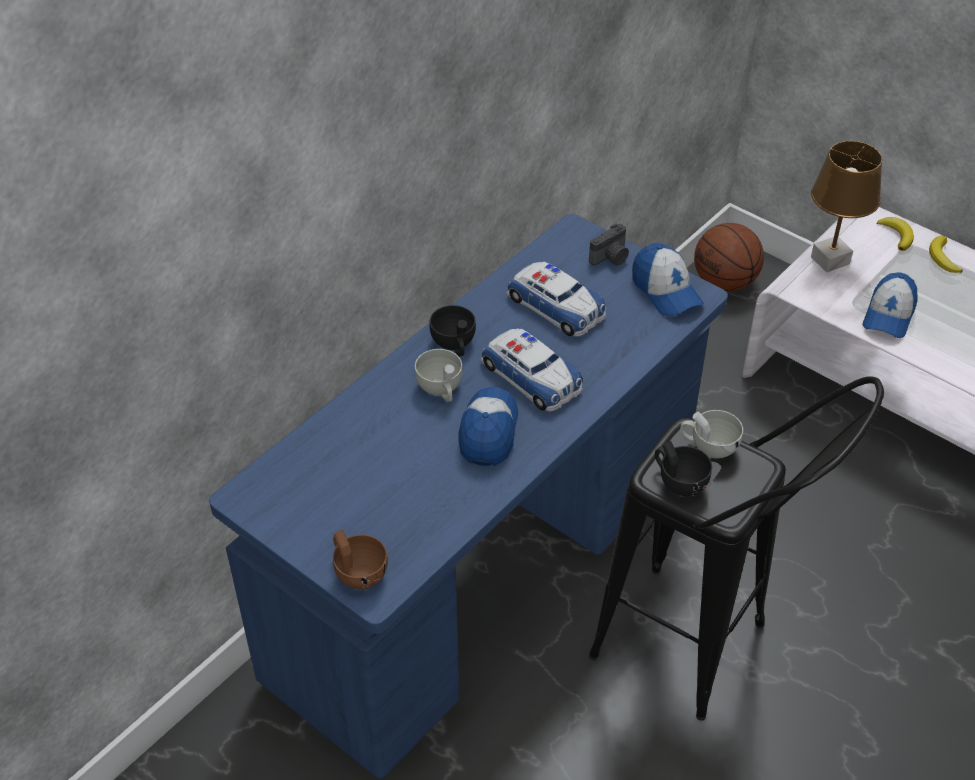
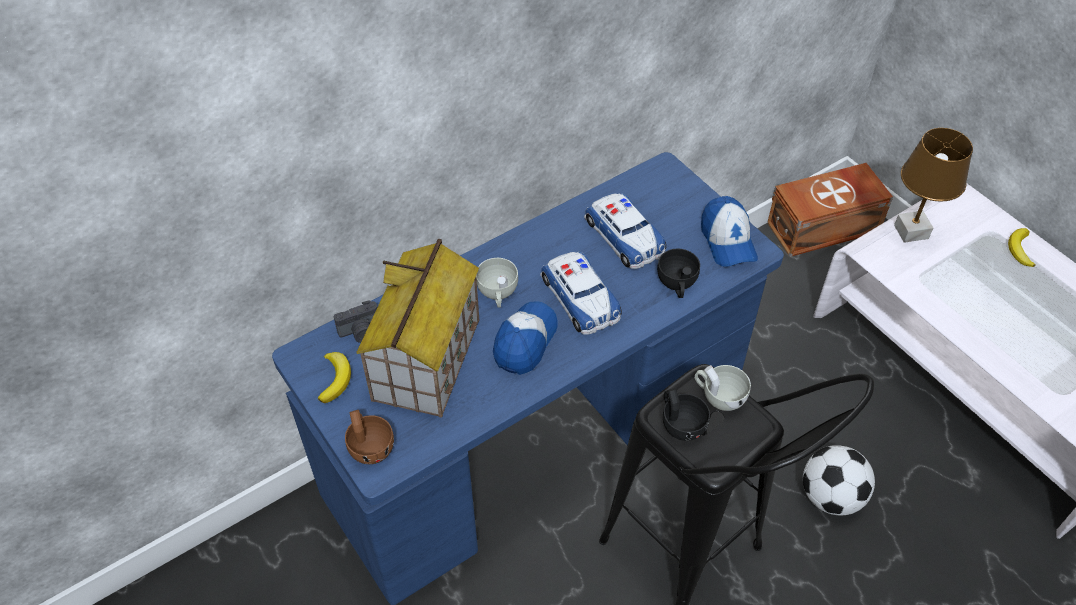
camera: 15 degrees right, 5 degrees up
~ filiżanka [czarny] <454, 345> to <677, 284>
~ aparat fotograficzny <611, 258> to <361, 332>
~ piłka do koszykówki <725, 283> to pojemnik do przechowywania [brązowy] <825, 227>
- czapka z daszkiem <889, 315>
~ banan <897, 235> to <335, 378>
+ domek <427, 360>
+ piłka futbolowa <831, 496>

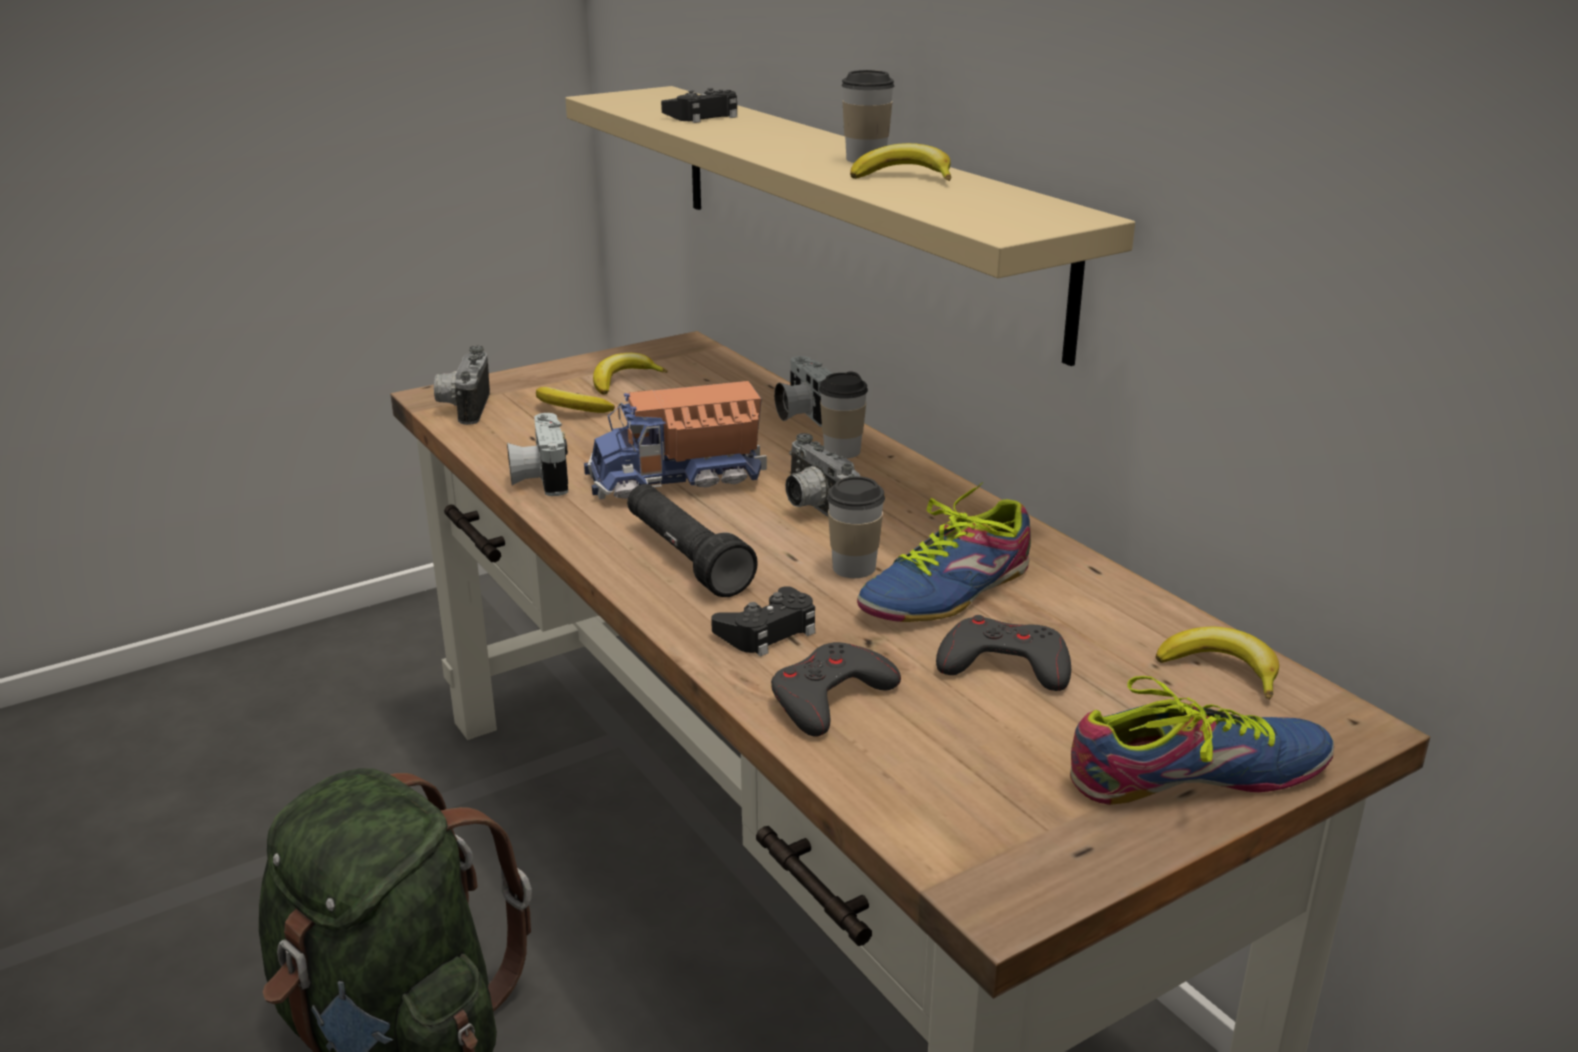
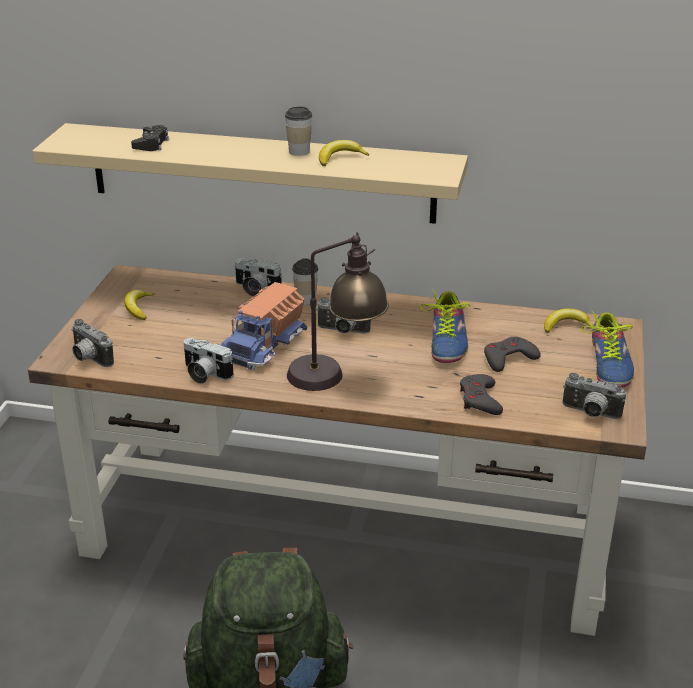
camera: 45 degrees left, 5 degrees up
- banan <570, 409>
~ latarka [czarny] <685, 558> to lampa stołowa <336, 377>
- pad do gier [czarny] <768, 631>
- filiżanka <854, 568>
~ but <1195, 775> = <610, 364> 150 degrees clockwise
+ aparat fotograficzny <590, 413>

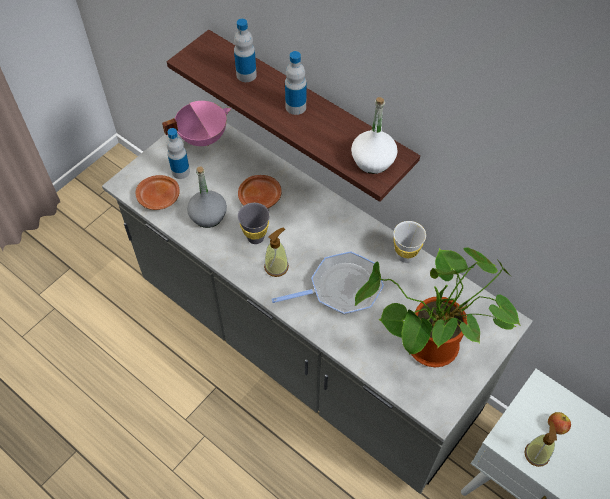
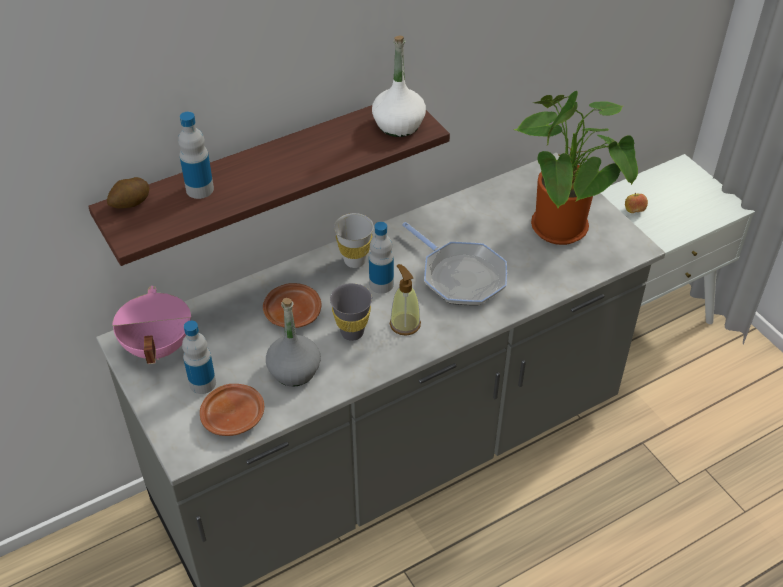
camera: 70 degrees left, 10 degrees down
~ patelnia <341, 288> = <460, 276> 135 degrees clockwise
~ butelka <295, 107> to <381, 284>
~ filiżanka [biały] <405, 255> to <354, 261>
- dozownik mydła <536, 454>
+ ziemniak <130, 203>

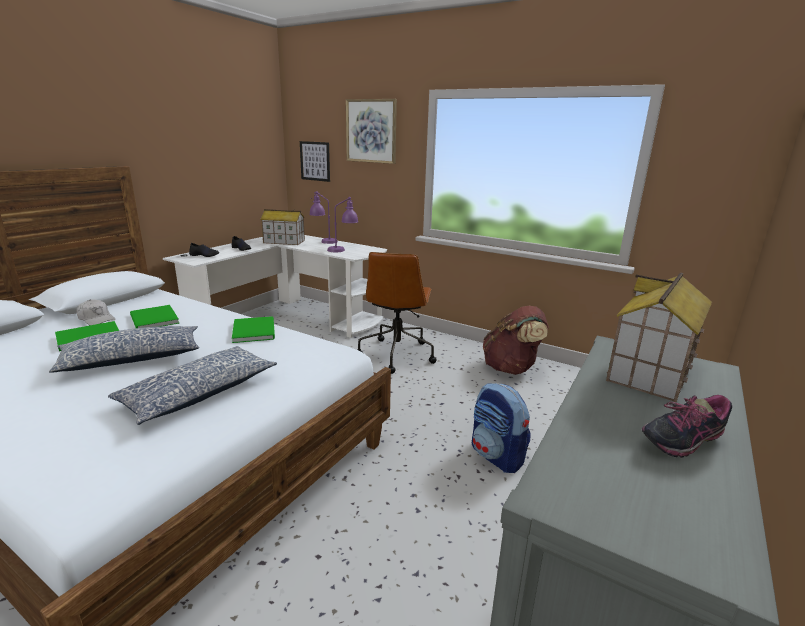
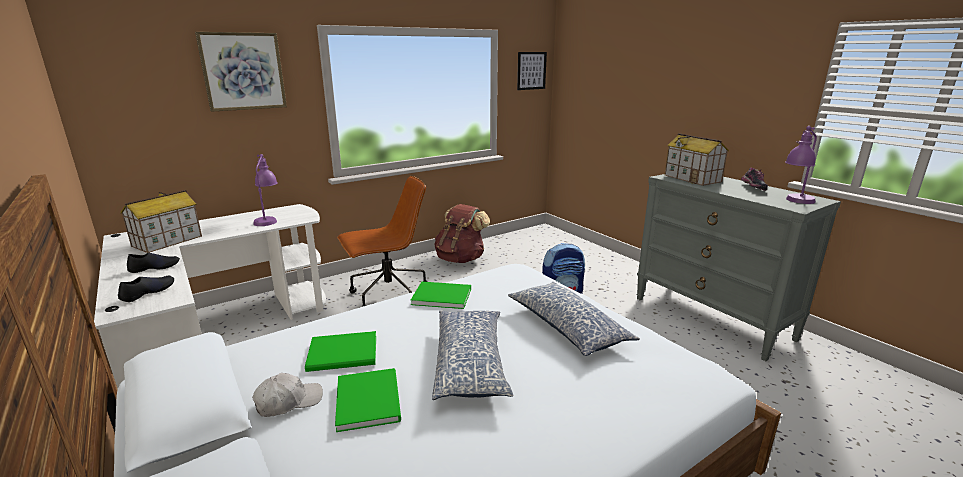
camera: 65 degrees left, 0 degrees up
~ obraz <315, 161> to <531, 70>
~ lampa stołowa [fioletowy] <323, 241> to <796, 202>
~ krzesło biurowe [brązowy] <396, 354> = <388, 295> 60 degrees counterclockwise

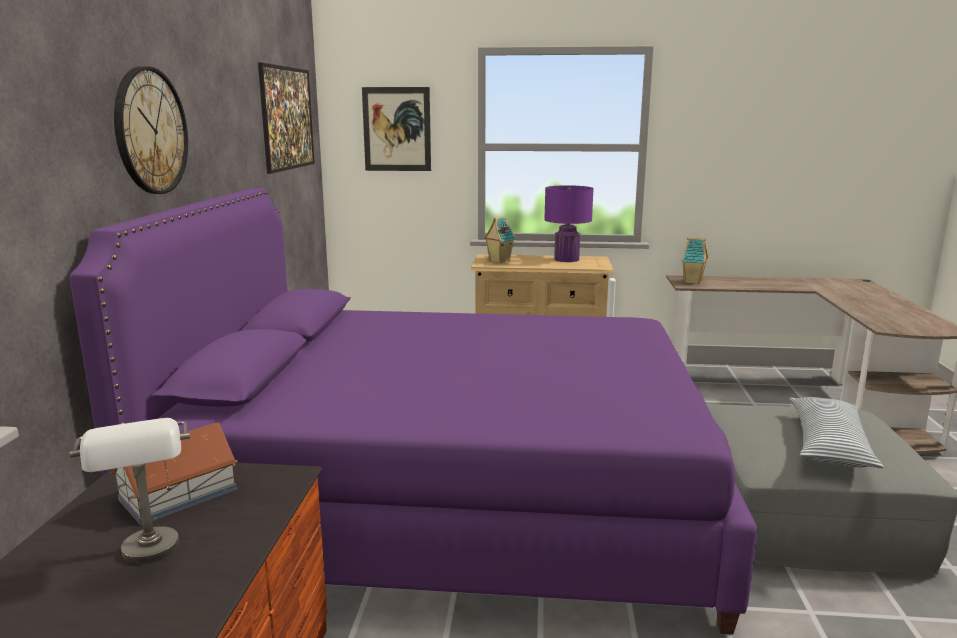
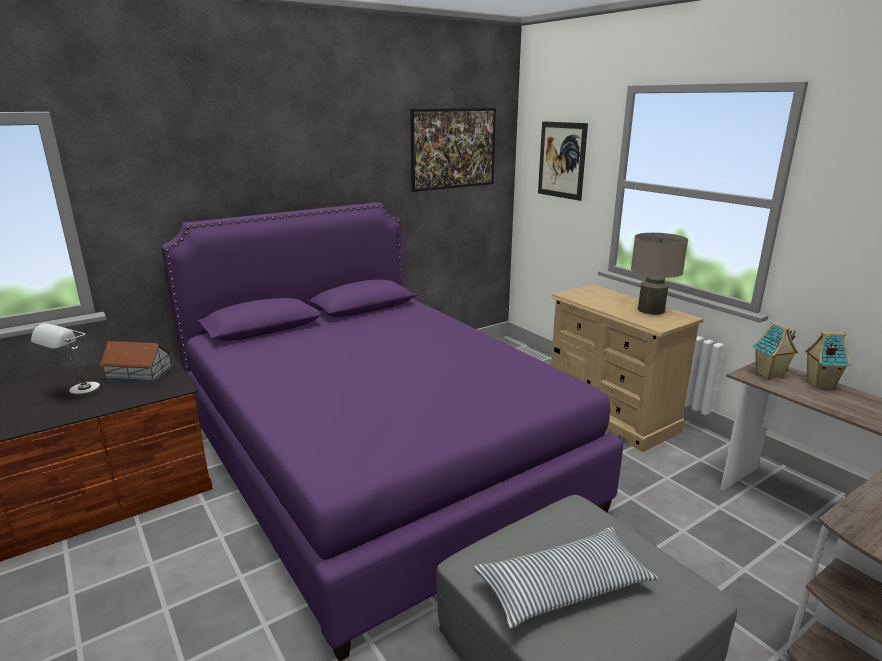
camera: 50 degrees right, 5 degrees up
- zegar ścienny <150, 131>
~ domek <499, 261> to <819, 384>
~ lampa stołowa [fioletowy] <566, 259> to lampa stołowa [beżowy] <651, 310>

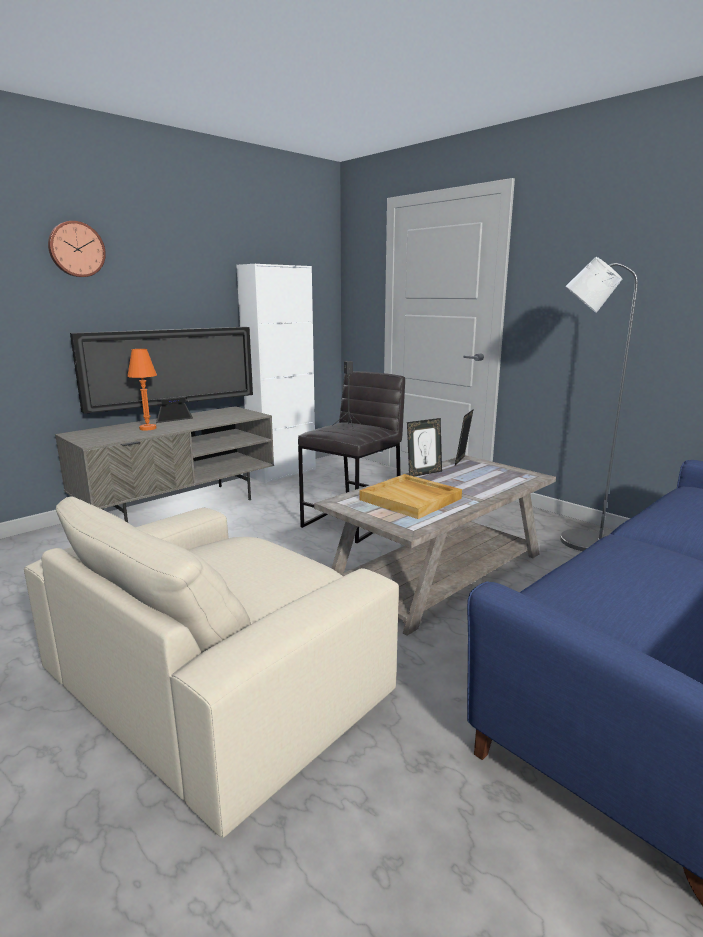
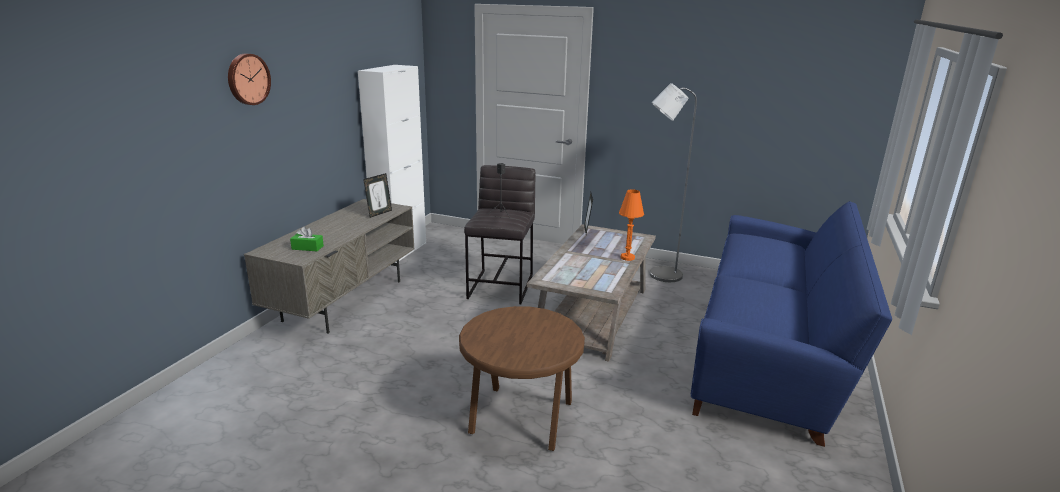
camera: 25 degrees left, 5 degrees up
~ fotel [beżowy] <217, 679> to stolik [brązowy] <520, 416>
- telewizor <175, 419>
~ lampa stołowa [pomarańczowy] <148, 428> to <627, 257>
- taca [beżowy] <411, 499>
~ ramka na zdjęcie <423, 473> to <379, 213>
+ pudełko chusteczek [zielony] <307, 247>

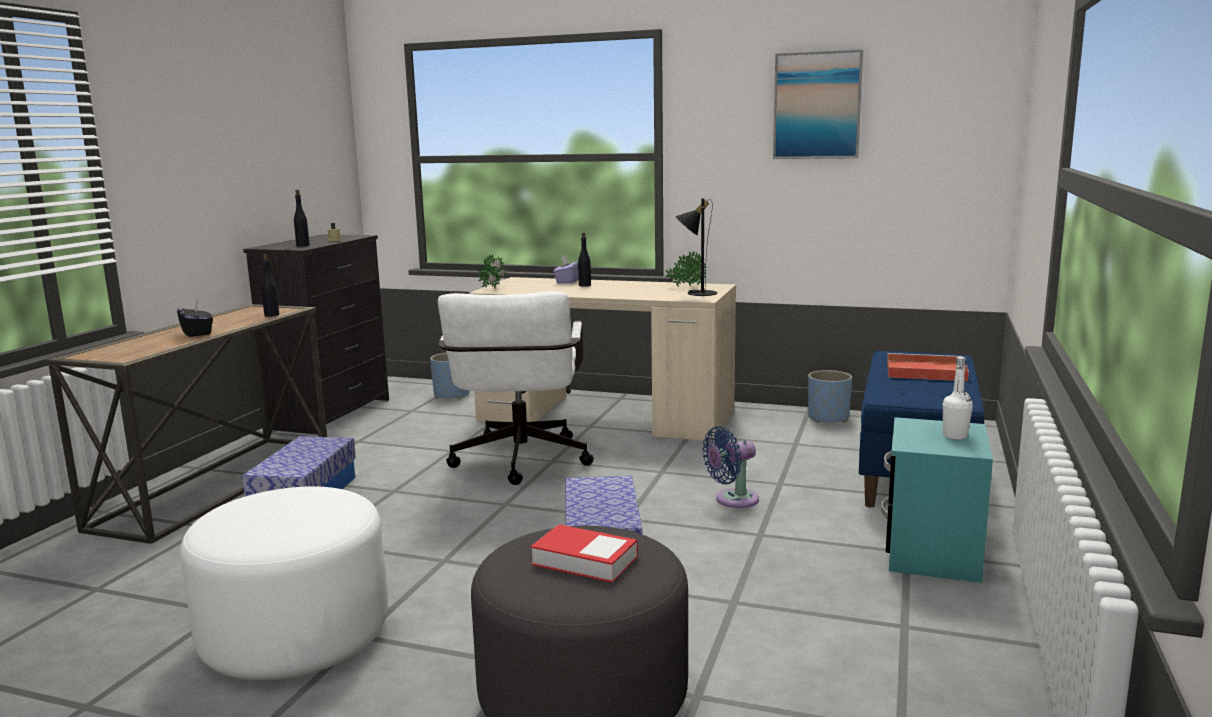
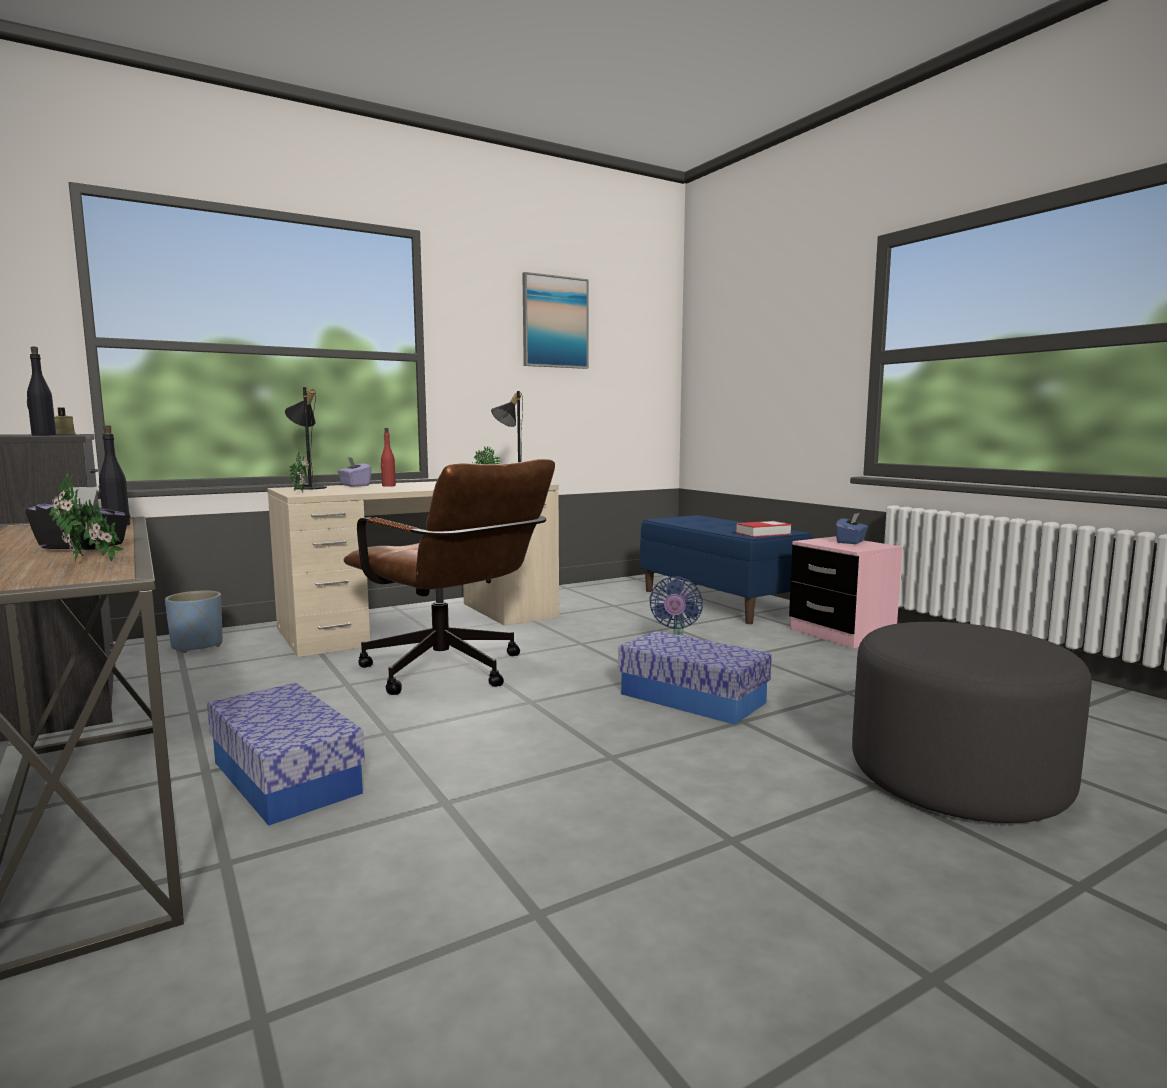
camera: 50 degrees left, 5 degrees down
- pufa [biały] <295, 635>
~ krzesło biurowe [biały] <519, 464> to krzesło biurowe [brązowy] <452, 673>
~ książka <585, 561> to <763, 533>
~ butelka [czarny] <584, 285> to butelka [czerwony] <388, 486>
- donica [niebieski] <828, 418>
~ szafka nocna [turkusowy] <932, 553> to szafka nocna [różowy] <841, 634>
- taca [czerwony] <924, 371>
~ butelka [biały] <955, 436> to pudełko chusteczek [niebieski] <851, 542>
+ roślina doniczkowa <88, 563>
+ lampa stołowa [czarny] <308, 487>

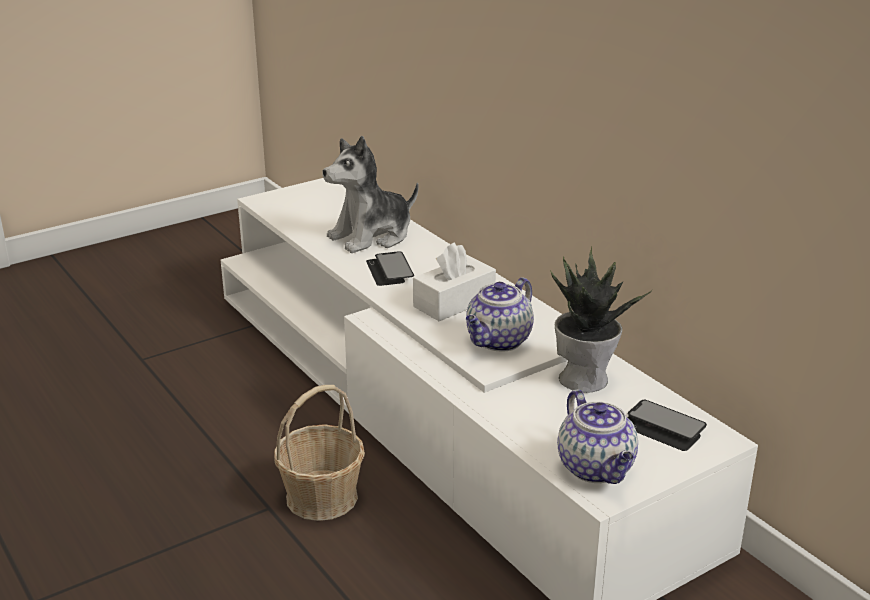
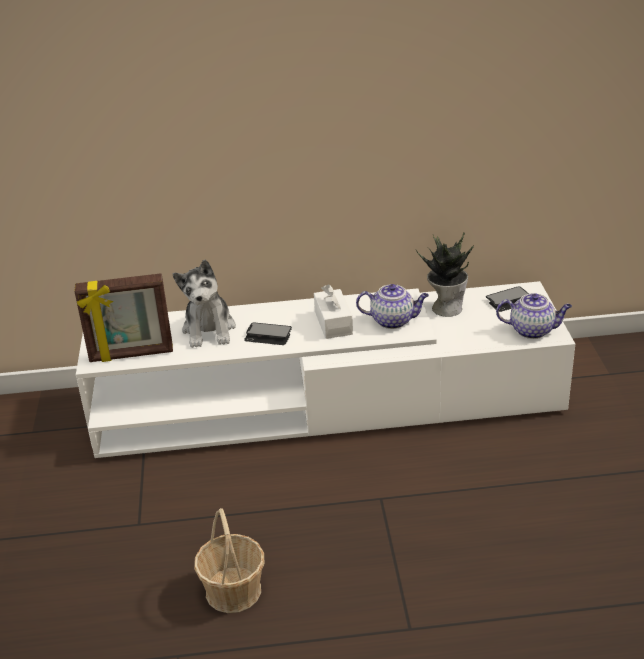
camera: 60 degrees left, 5 degrees up
~ koszyk <322, 497> to <233, 590>
~ imbryk <498, 341> = <393, 321> 60 degrees counterclockwise
+ ramka na zdjęcie <131, 355>

